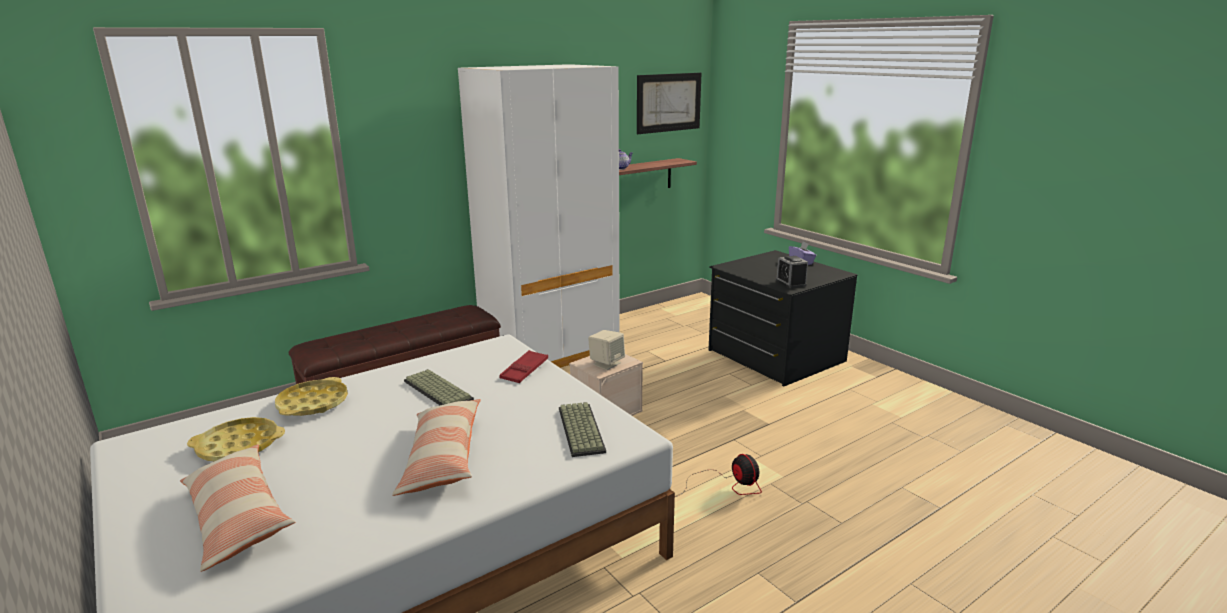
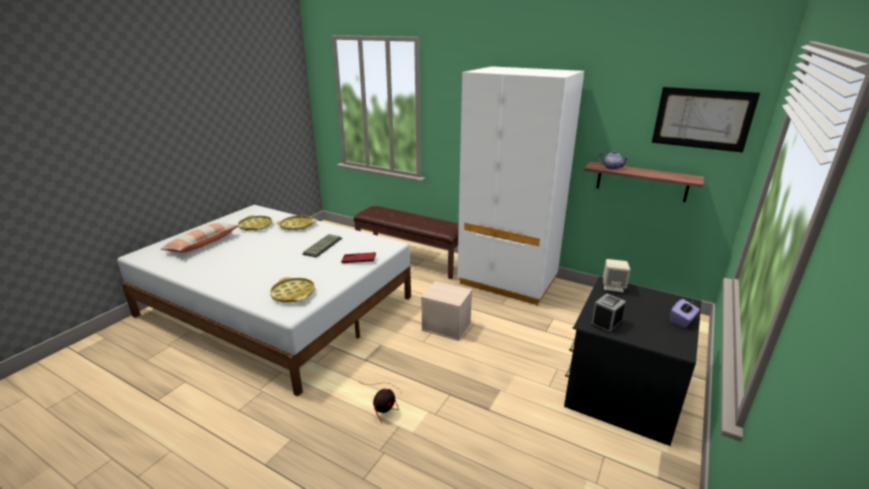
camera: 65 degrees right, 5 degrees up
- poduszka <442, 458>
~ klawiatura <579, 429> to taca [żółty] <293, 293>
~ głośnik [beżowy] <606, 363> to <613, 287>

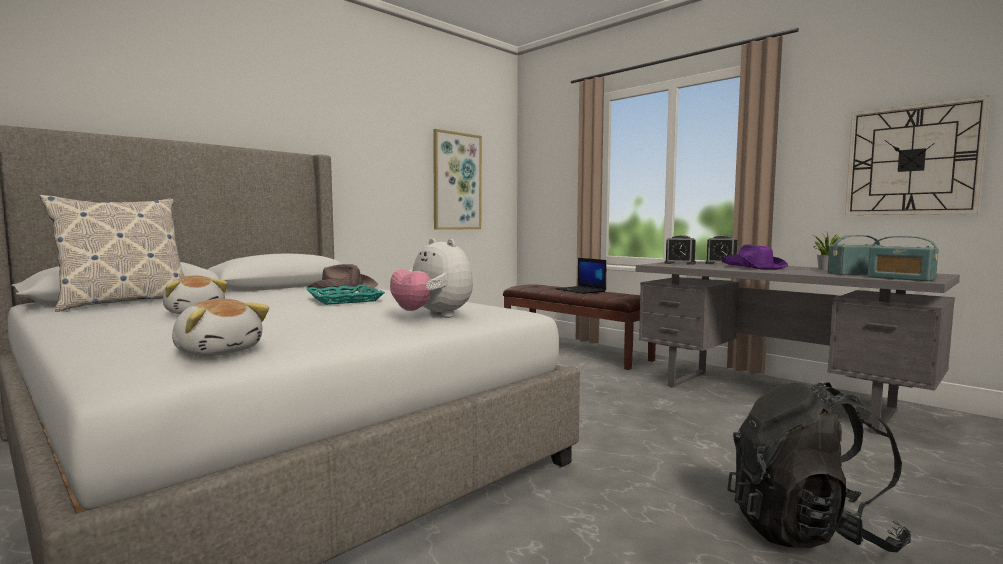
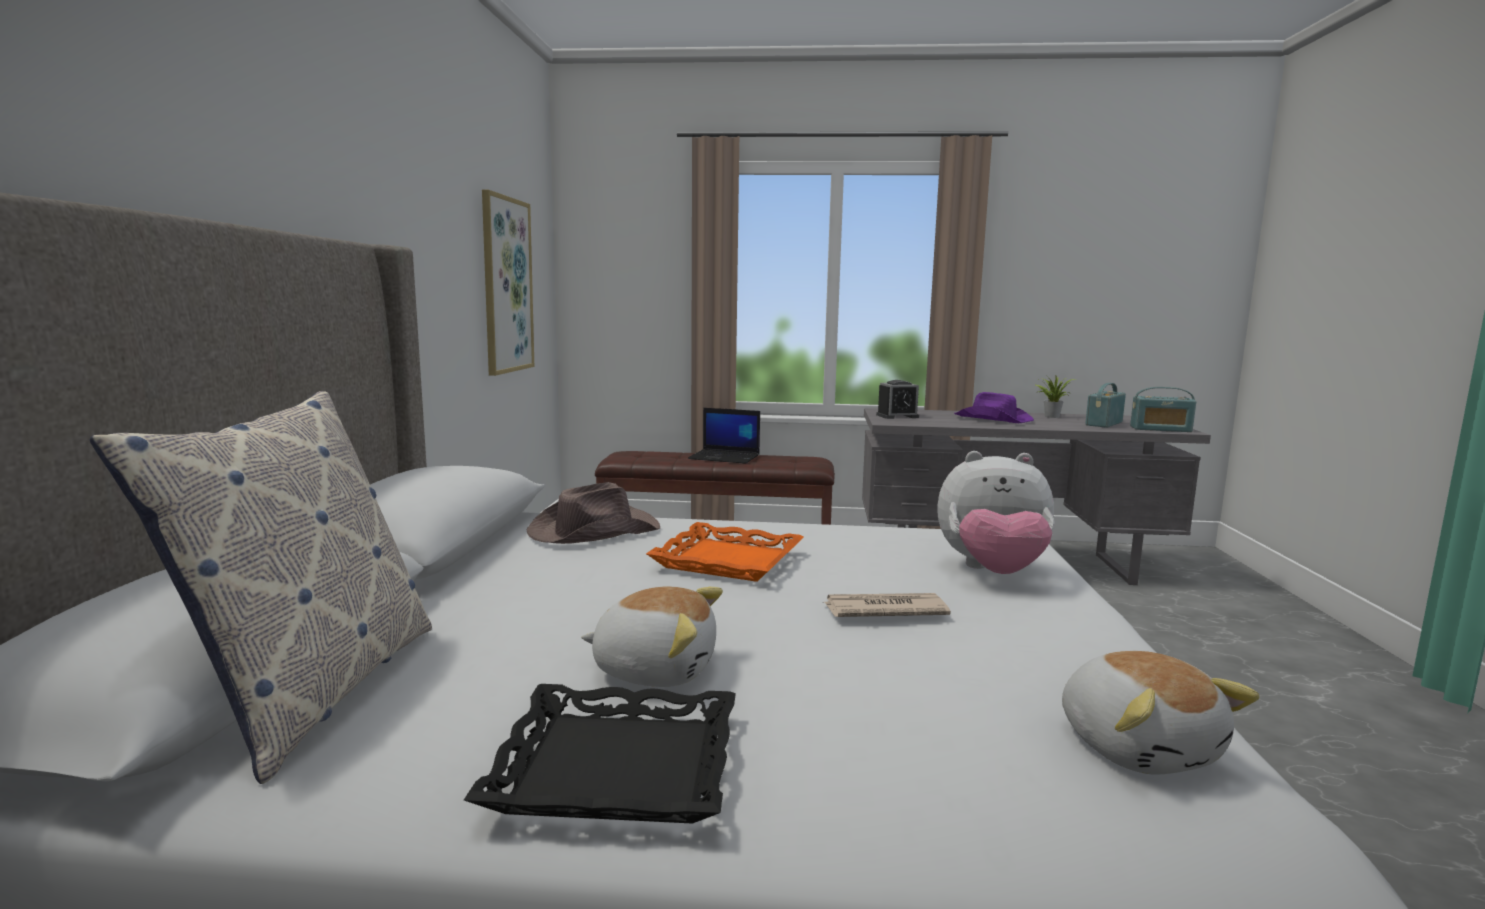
camera: 40 degrees left, 5 degrees up
~ pluszak <219, 351> = <1138, 746> 75 degrees clockwise
~ taca [turkusowy] <345, 299> to taca [pomarańczowy] <728, 560>
- budzik <721, 263>
- plecak [czarny] <808, 531>
- zegar ścienny <911, 160>
+ taca [czarny] <618, 766>
+ gazeta <883, 610>

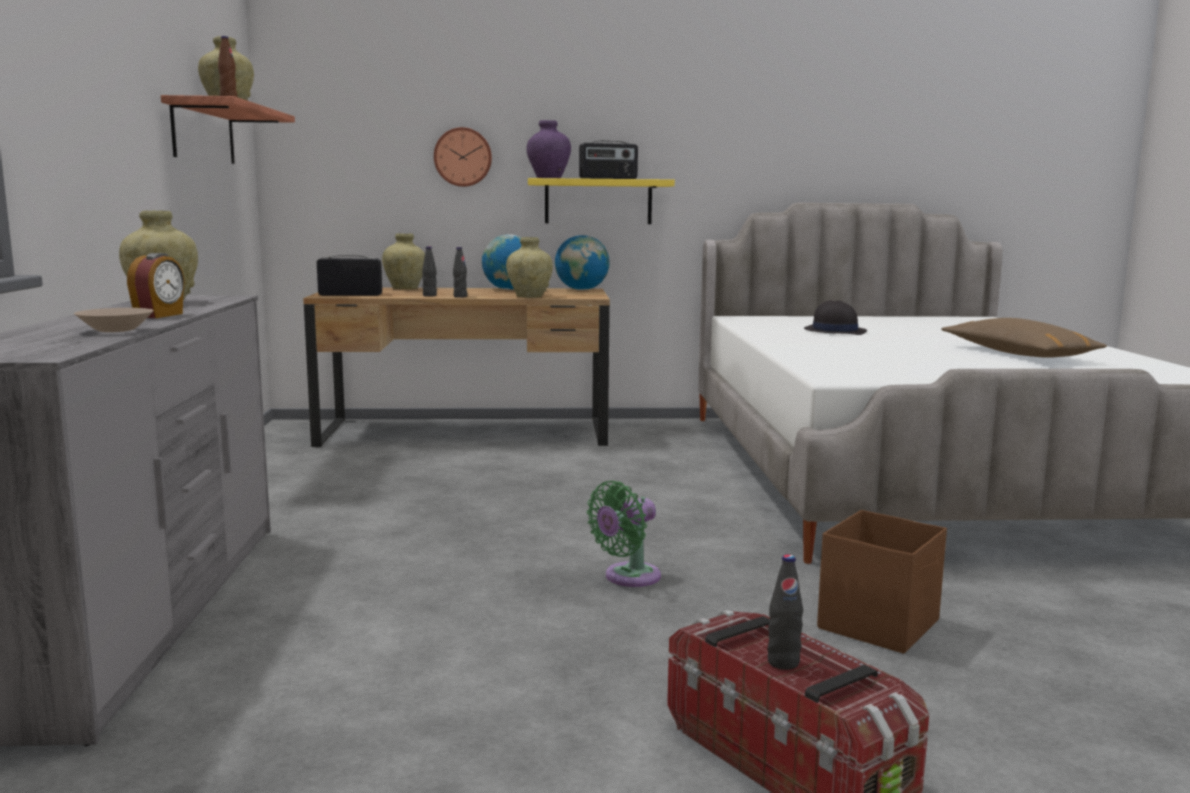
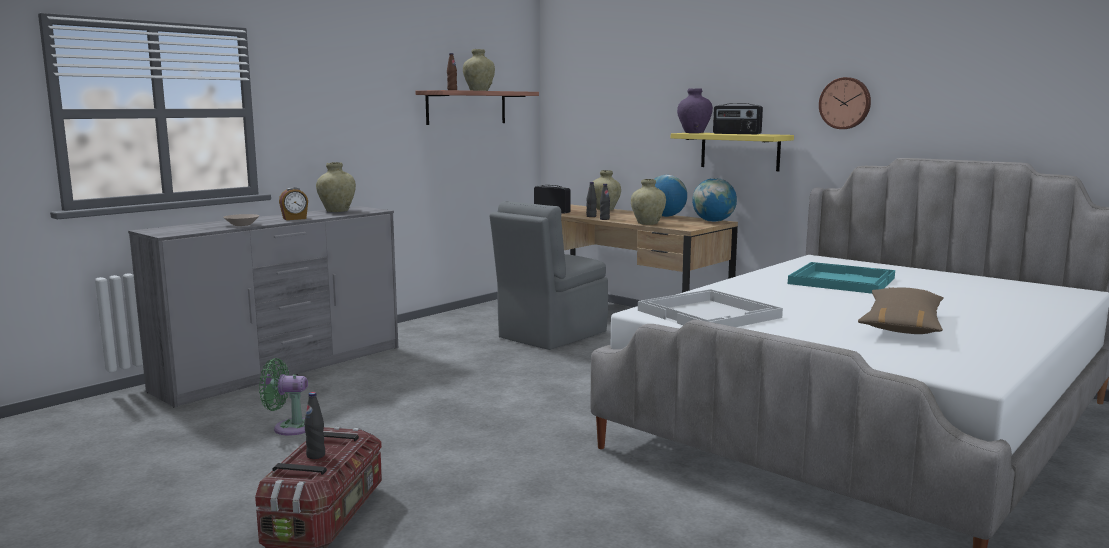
camera: 45 degrees right, 0 degrees up
~ zegar ścienny <463, 157> to <845, 103>
~ wentylator [zielony] <627, 577> to <289, 427>
~ kapelusz [czarny] <834, 331> to taca [turkusowy] <841, 280>
- pojemnik do przechowywania [brązowy] <880, 624>
+ krzesło [szary] <550, 335>
+ taca [biały] <710, 314>

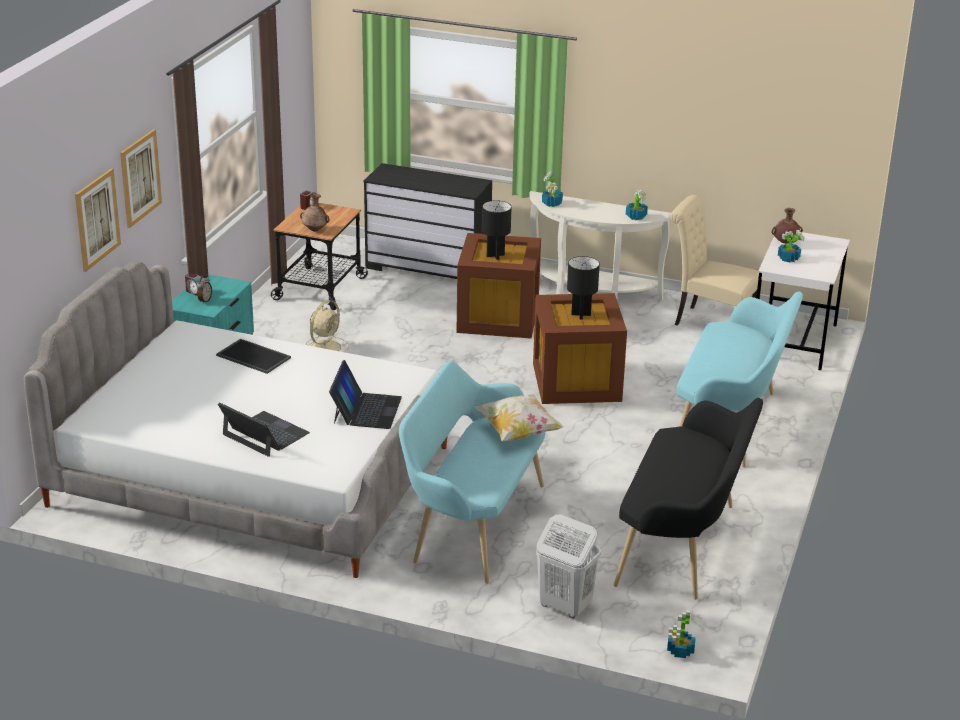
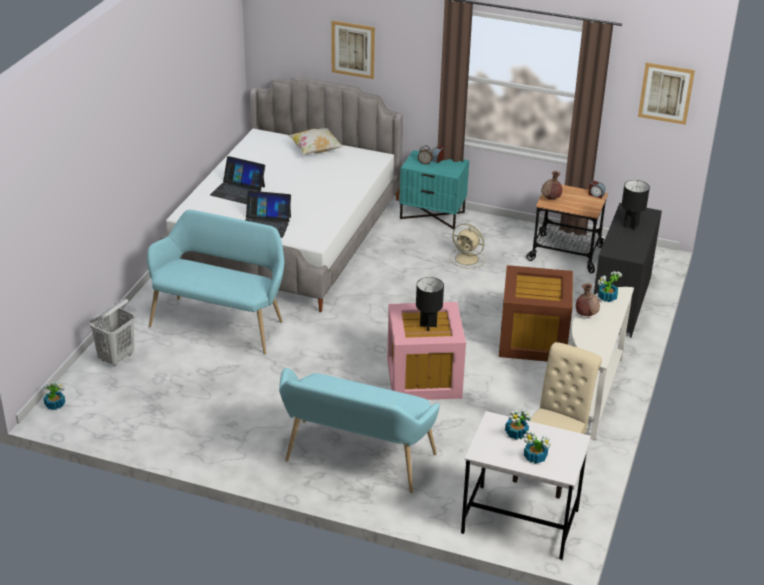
camera: 90 degrees right, 5 degrees up
~ obraz <140, 178> to <666, 93>
- taca <252, 357>
~ laptop <265, 434> = <238, 190> 75 degrees clockwise
~ poduszka <518, 432> to <316, 151>
~ lampa stołowa [czarny] <495, 255> to <630, 226>
~ pojemnik do przechowywania [brązowy] <577, 381> to pojemnik do przechowywania [różowy] <425, 378>
- ławka [czarny] <684, 545>
~ roślina doniczkowa <636, 216> to <535, 457>
~ wazon [brązowy] <785, 243> to <586, 314>

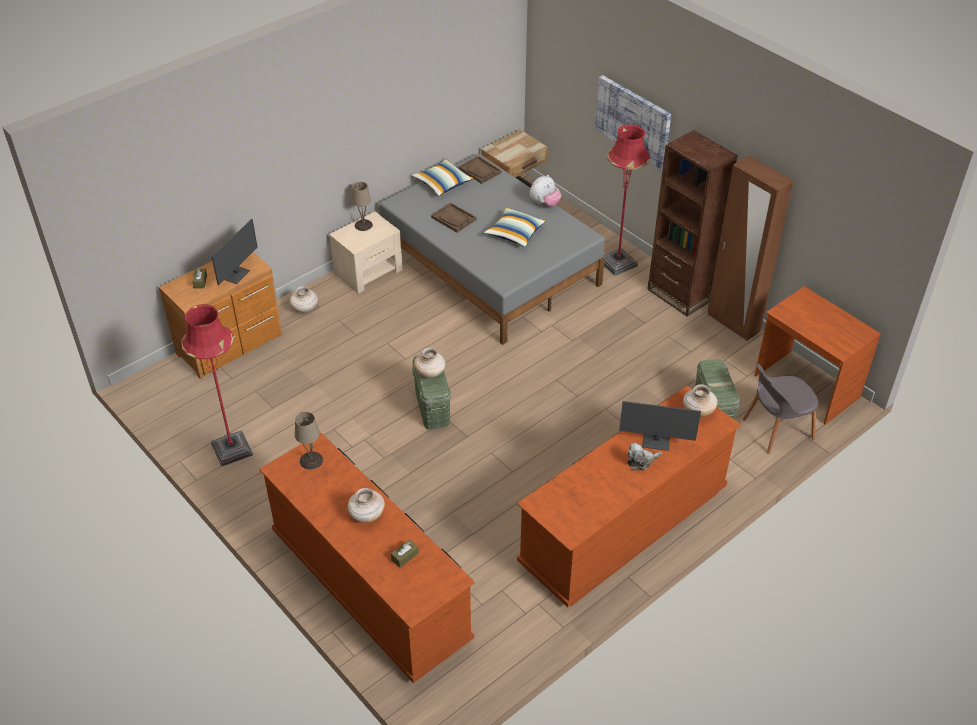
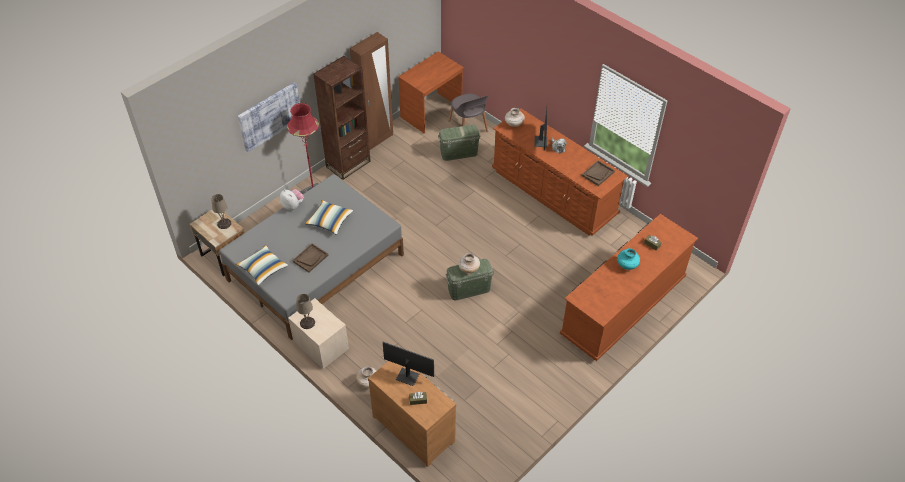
camera: 95 degrees left, 5 degrees up
- lampa stojąca [czerwony] <232, 449>
~ lampa stołowa [beżowy] <310, 460> to <224, 224>
~ wazon [beżowy] <367, 515> to wazon [turkusowy] <627, 265>
~ taca [brązowy] <480, 171> to <598, 174>

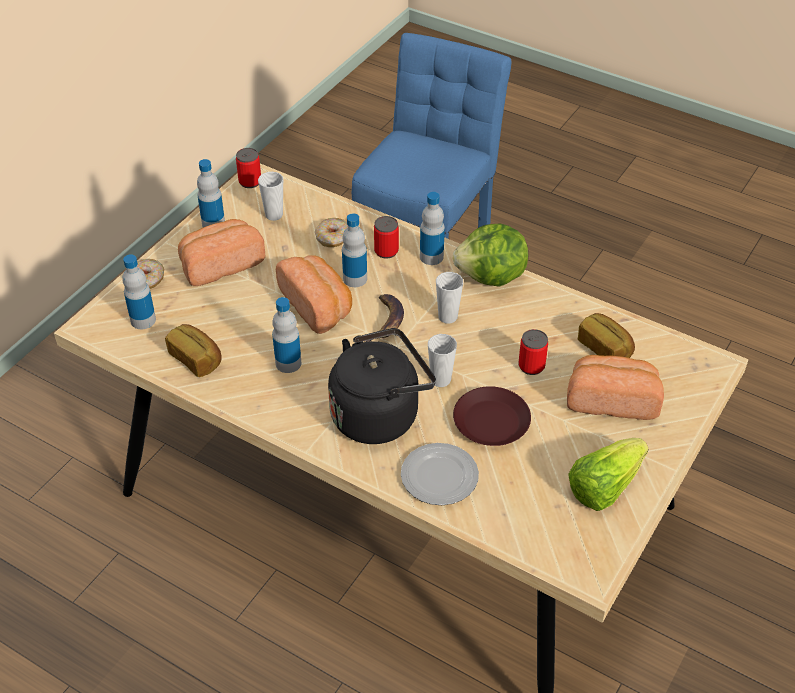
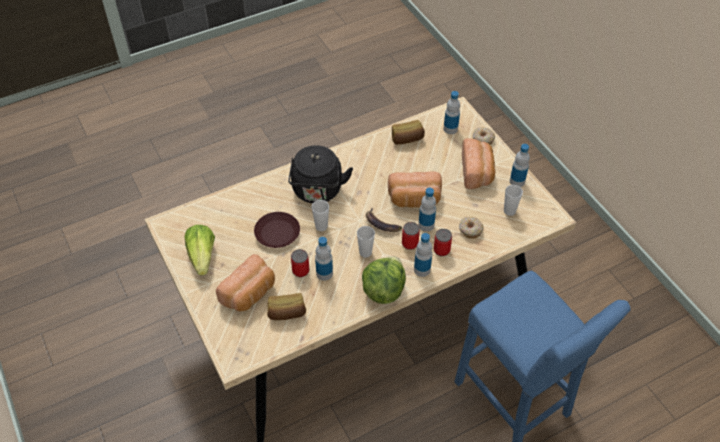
camera: 120 degrees right, 5 degrees up
~ puszka <250, 182> to <410, 243>
~ butelka <288, 363> to <324, 273>
- talerz <439, 476>

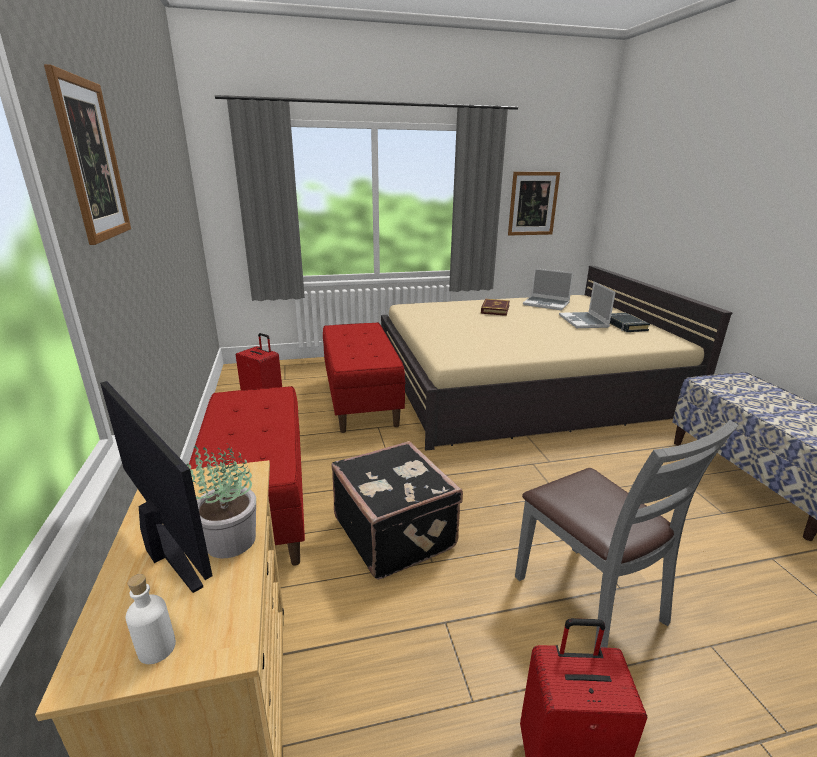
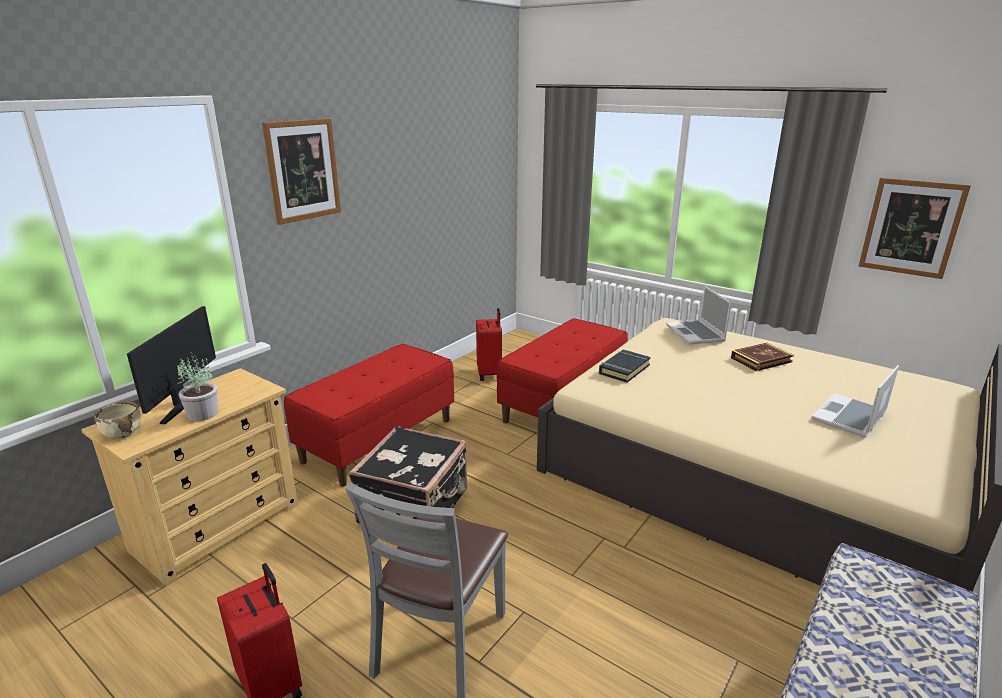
camera: 50 degrees right, 0 degrees up
~ butelka [biały] <157, 648> to miska [beżowy] <123, 433>
~ laptop <546, 304> to <696, 334>
~ książka [czarny] <624, 325> to <624, 369>

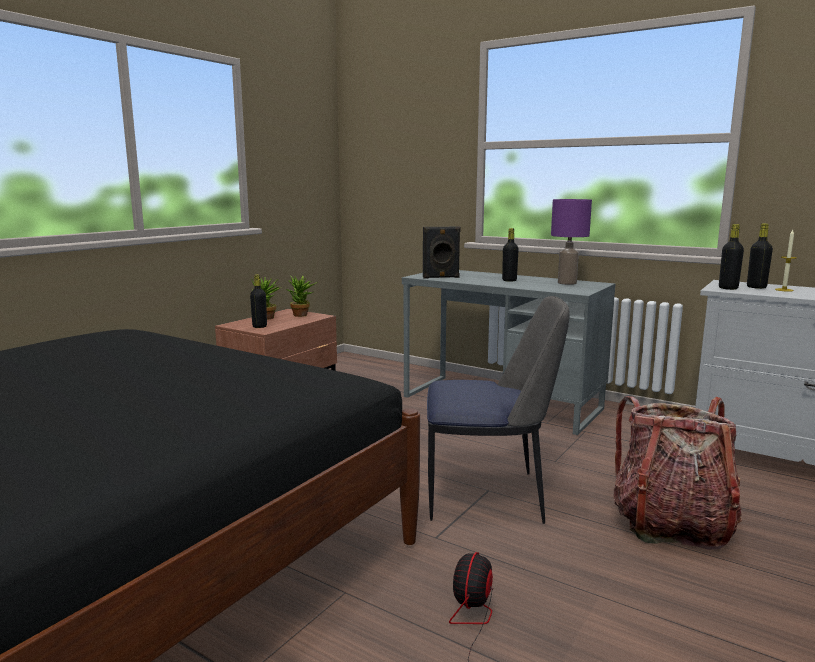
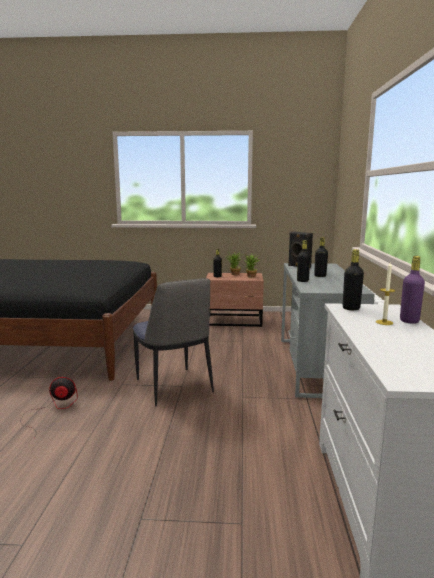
camera: 60 degrees right, 0 degrees up
- lampa stołowa [fioletowy] <567, 283>
- plecak <671, 524>
~ butelka [czarny] <756, 287> to <302, 281>
+ butelka [fioletowy] <409, 321>

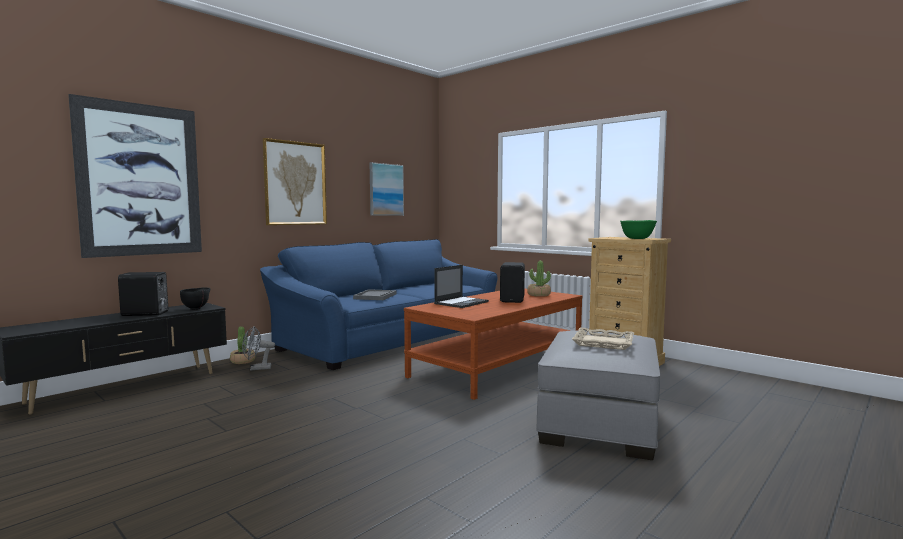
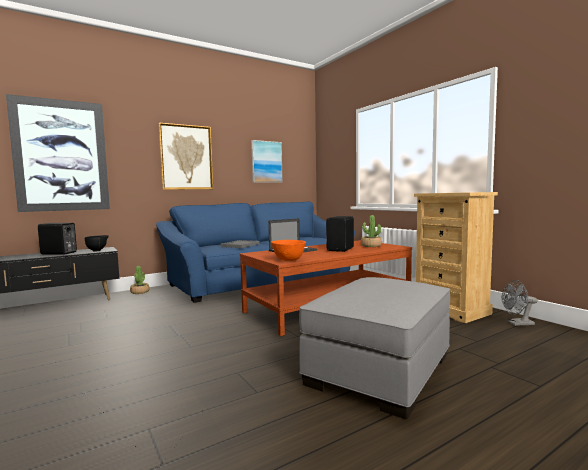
camera: 15 degrees right, 0 degrees up
~ wentylator [szary] <257, 368> to <517, 324>
- taca [beżowy] <603, 343>
- miska [zielony] <637, 238>
+ miska [pomarańczowy] <288, 260>

